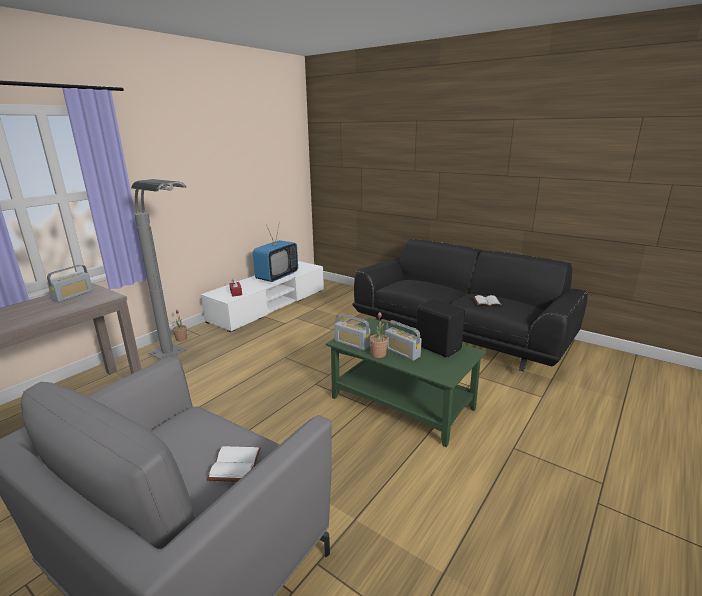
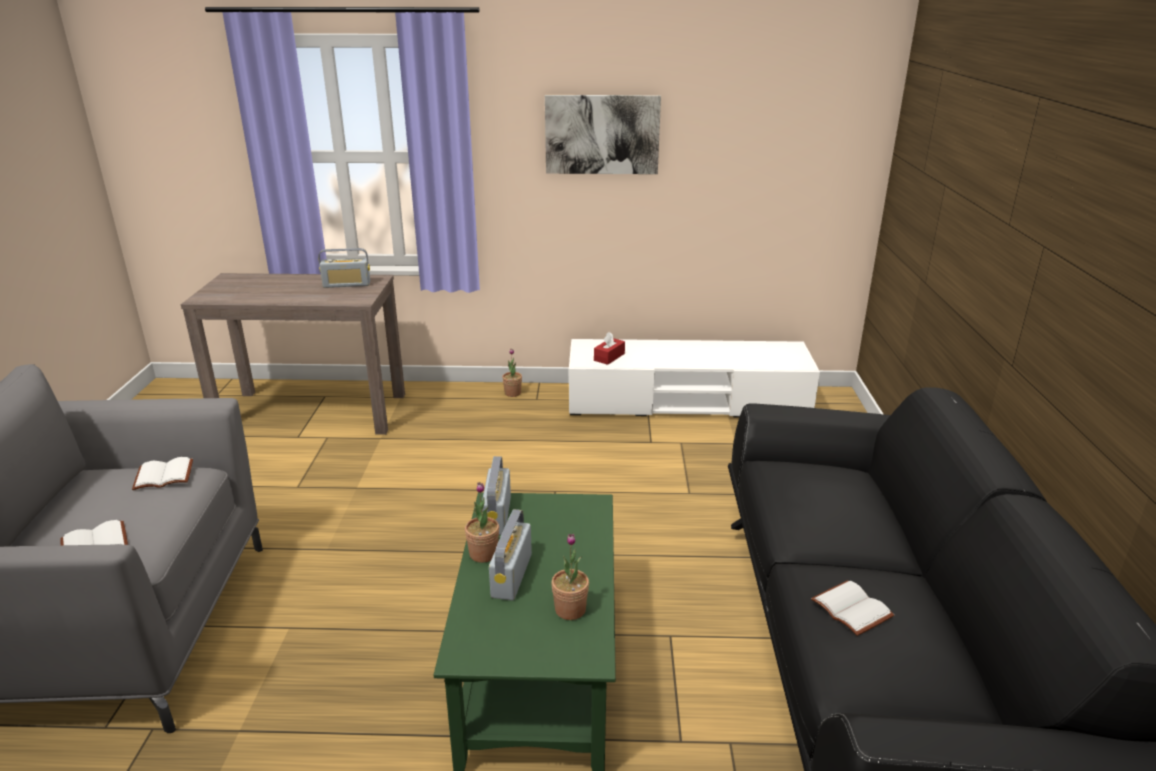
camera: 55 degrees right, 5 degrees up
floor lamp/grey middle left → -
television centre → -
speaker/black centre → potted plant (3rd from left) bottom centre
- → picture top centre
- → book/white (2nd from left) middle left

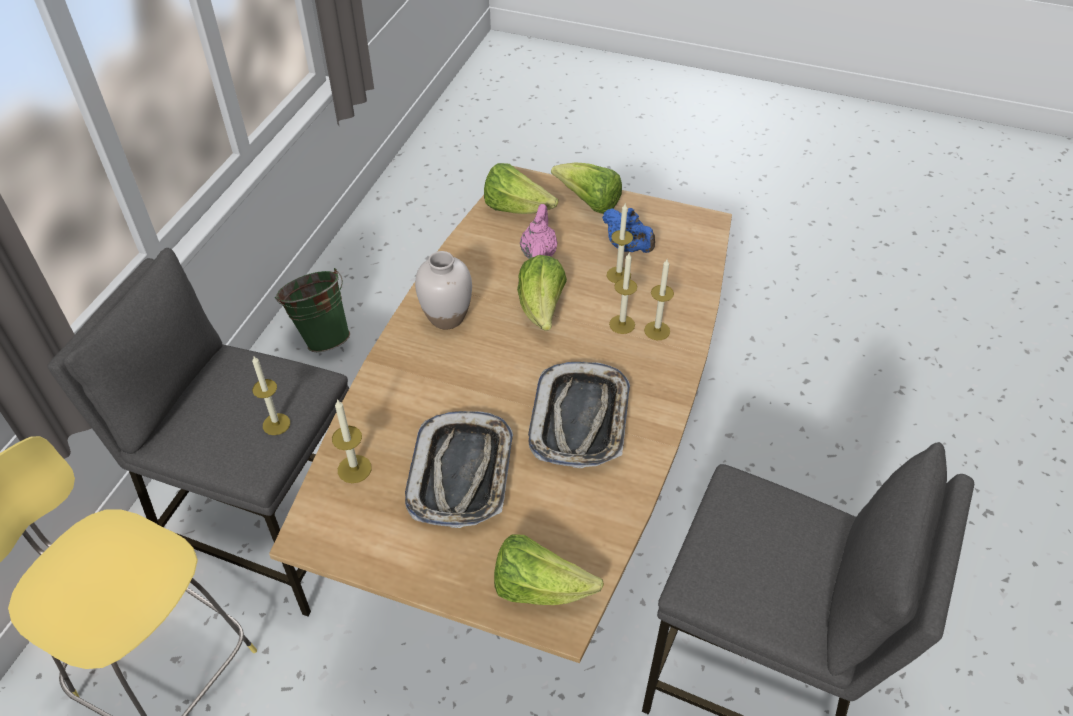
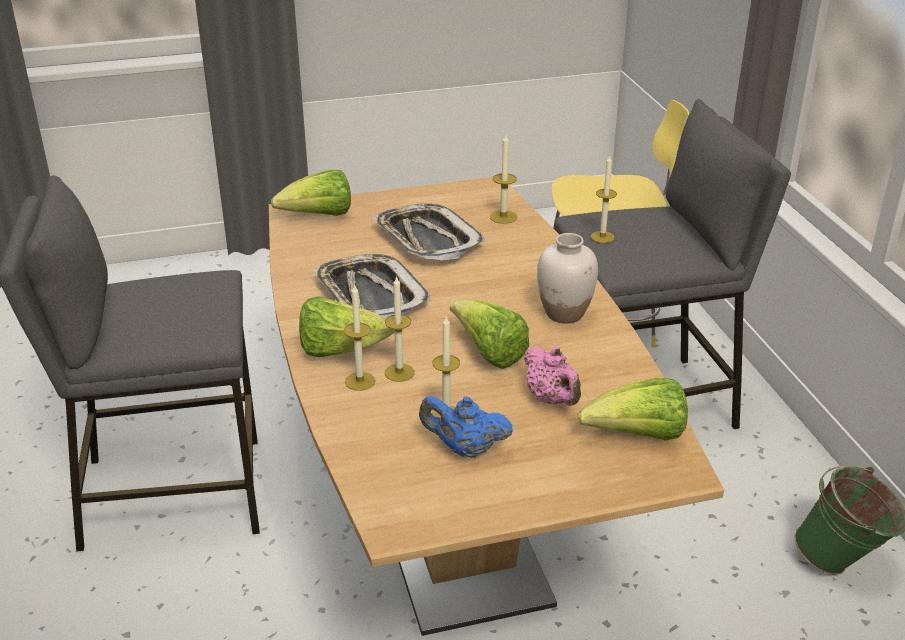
camera: 145 degrees right, 15 degrees down
lettuce (4th from left in the first image) top centre → lettuce (2nd from left) centre, moved

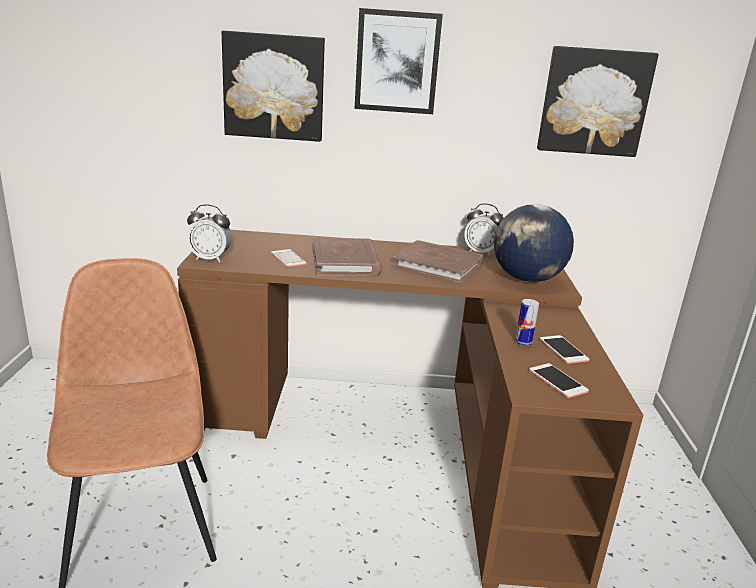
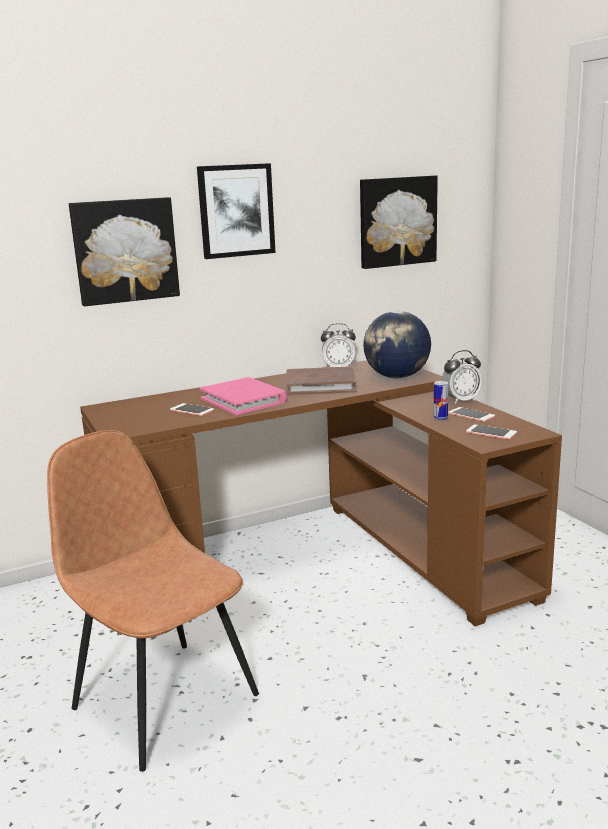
camera: 25 degrees left, 5 degrees down
alarm clock (1st from left in the first image) middle left → alarm clock (2nd from left) middle right, moved
book/brown (1st from left) centre → book/pink centre

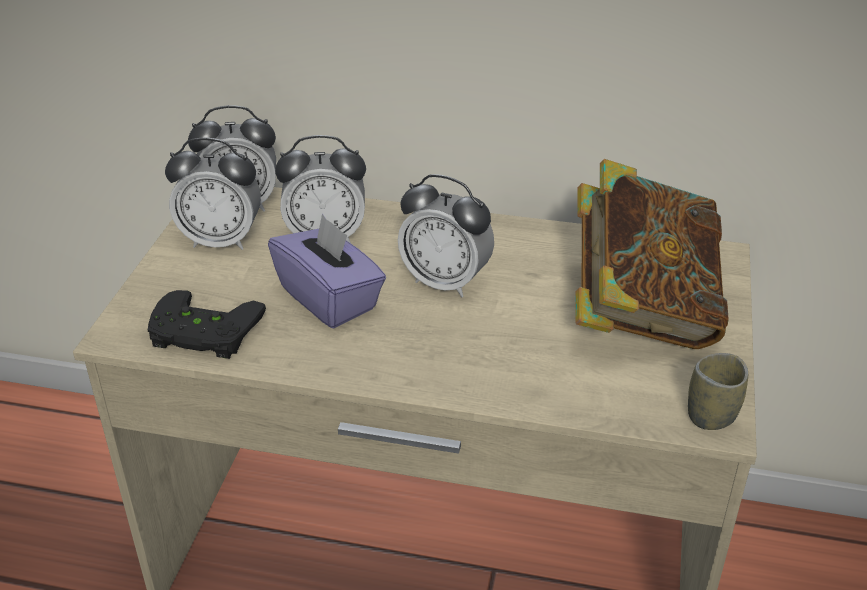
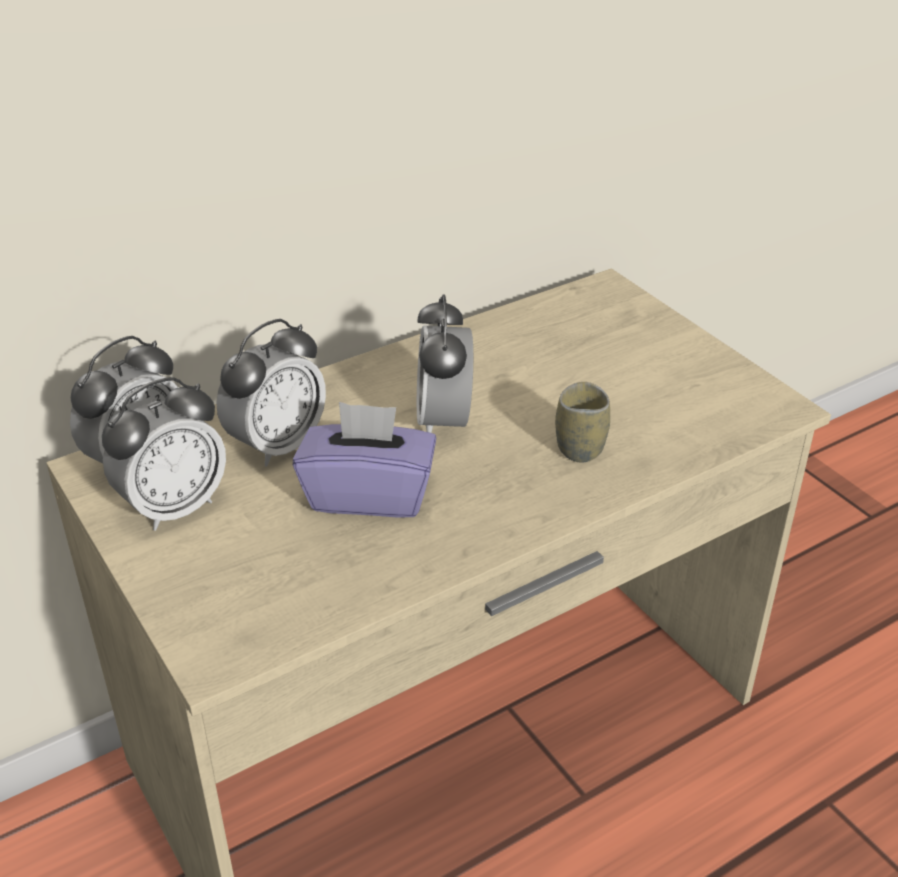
camera: 45 degrees left, 0 degrees up
book middle right → -
alarm clock (4th from left) centre, 105 degrees clockwise
game controller/black middle left → -
cup middle right → cup centre, moved

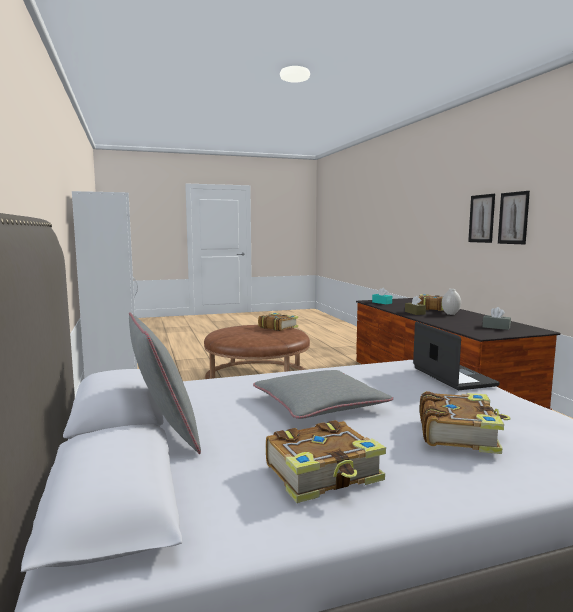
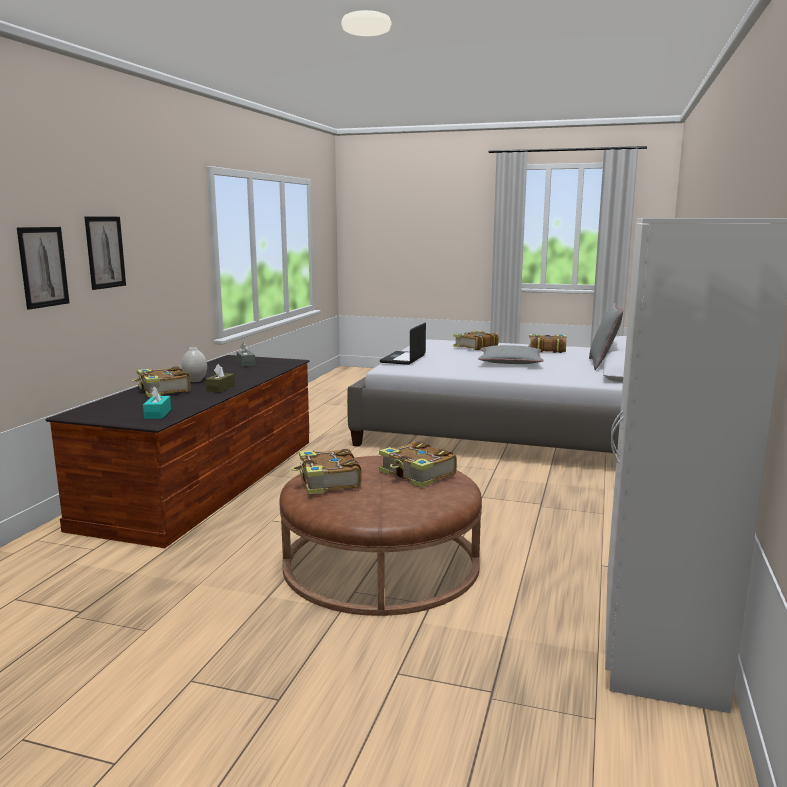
camera: 145 degrees left, 5 degrees up
picture (2nd from left in the first image) middle right → picture (1st from left) middle left, moved
- → book (3rd from left) centre

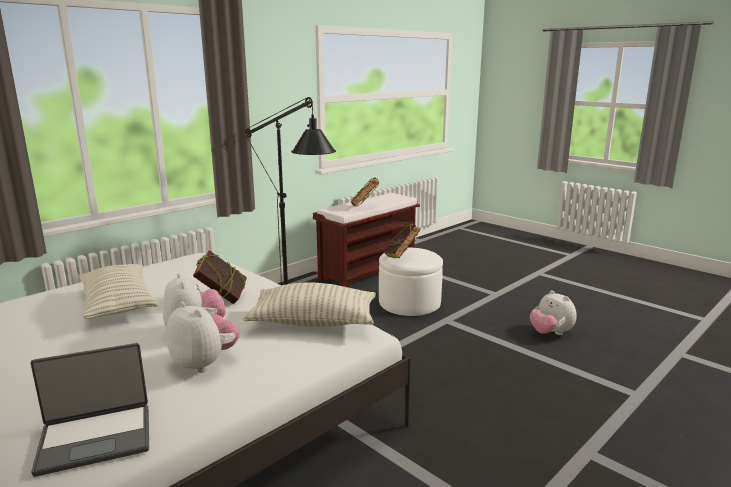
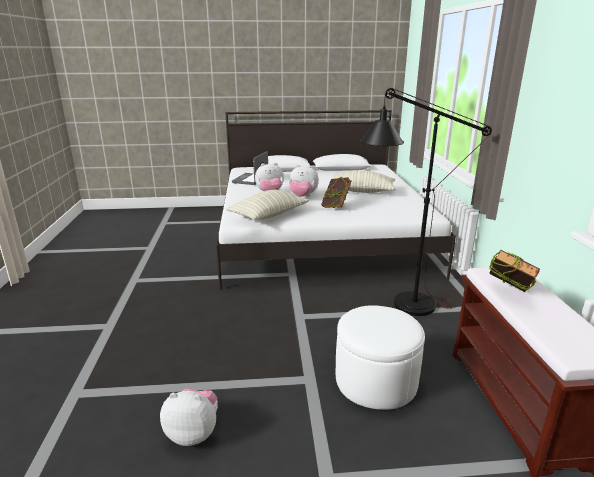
camera: 130 degrees right, 5 degrees up
book (3rd from left) centre → -

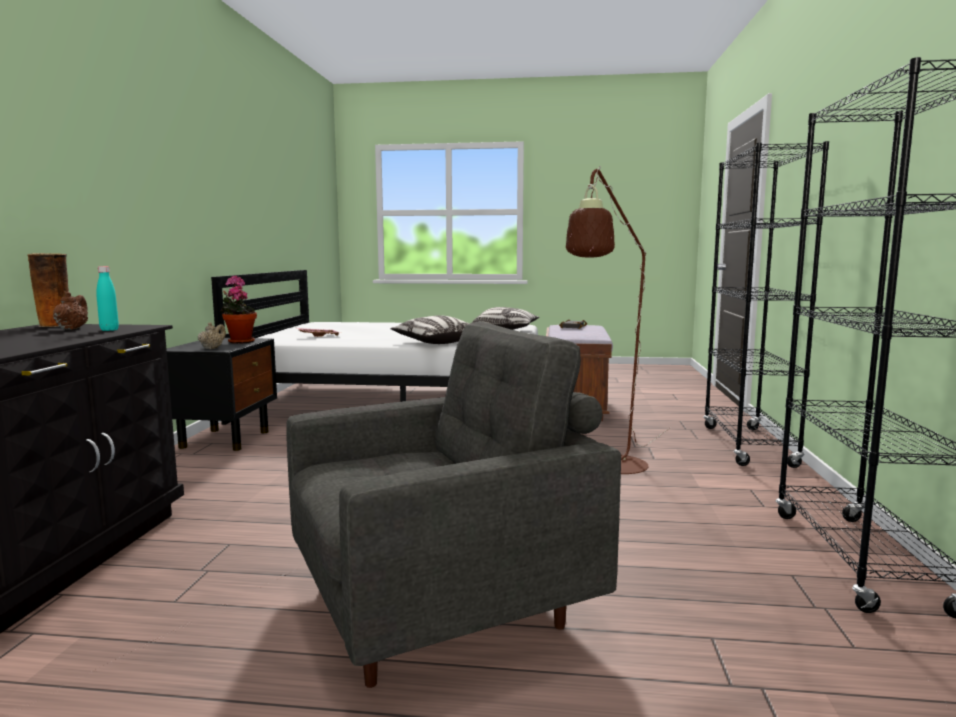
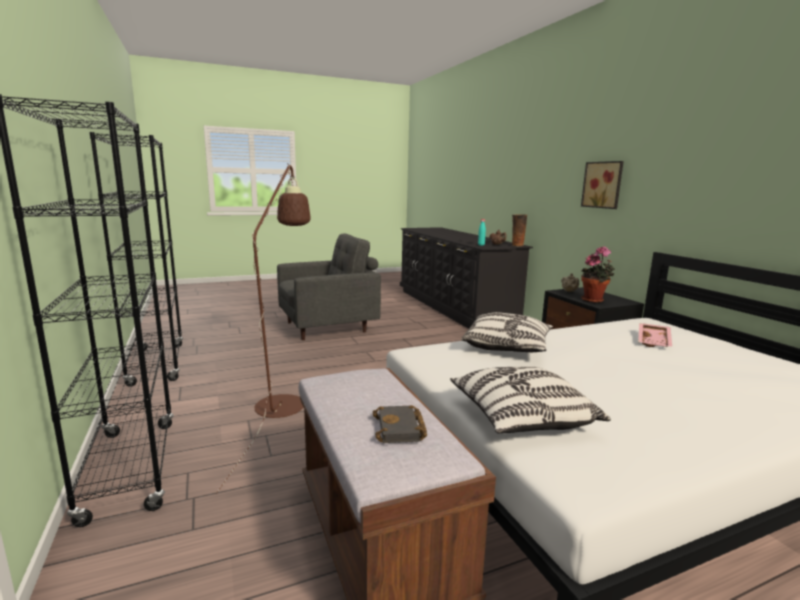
camera: 150 degrees right, 5 degrees up
armchair/grey bottom centre → armchair/grey centre, 150 degrees counterclockwise
- → picture top right

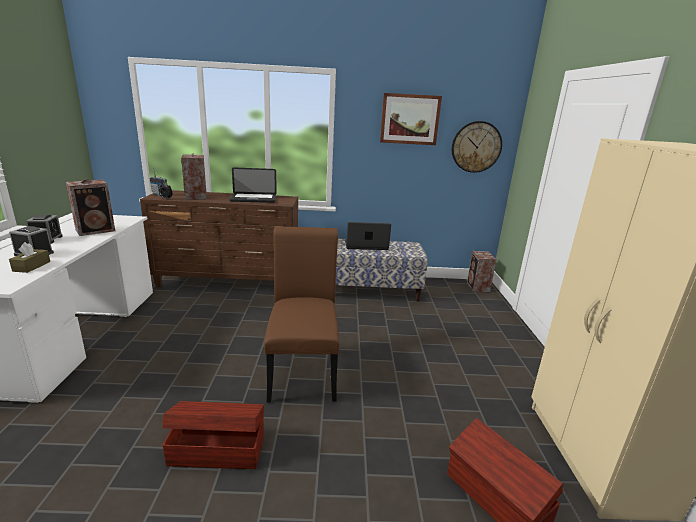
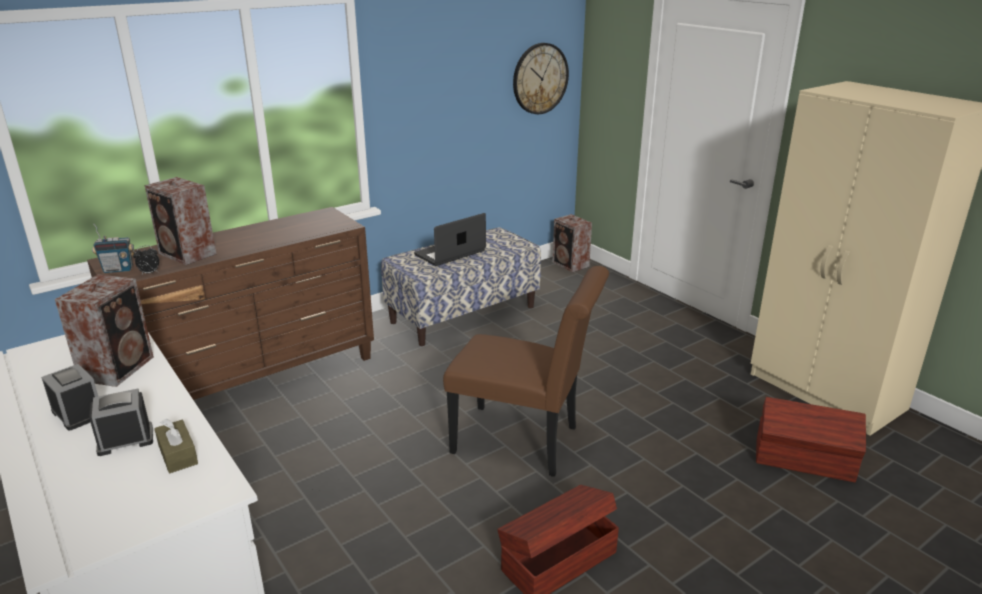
camera: 35 degrees left, 5 degrees up
picture top centre → -
laptop (1st from left) centre → -
chair/brown centre, 150 degrees clockwise

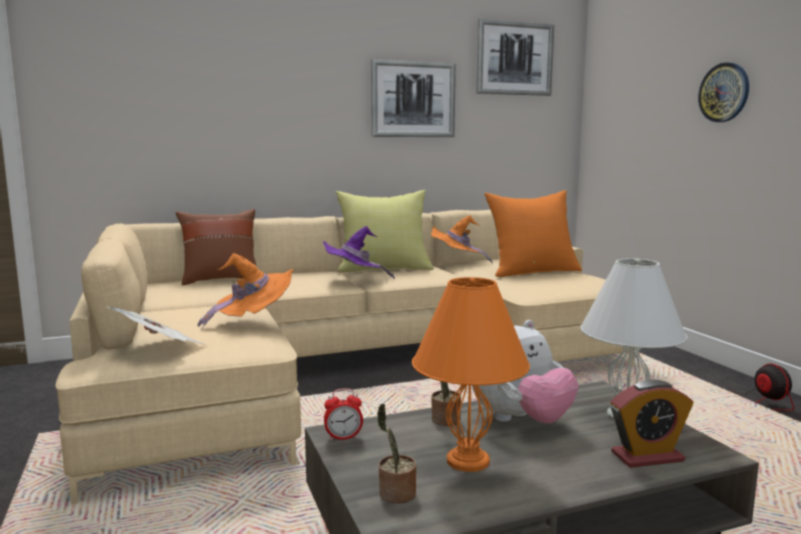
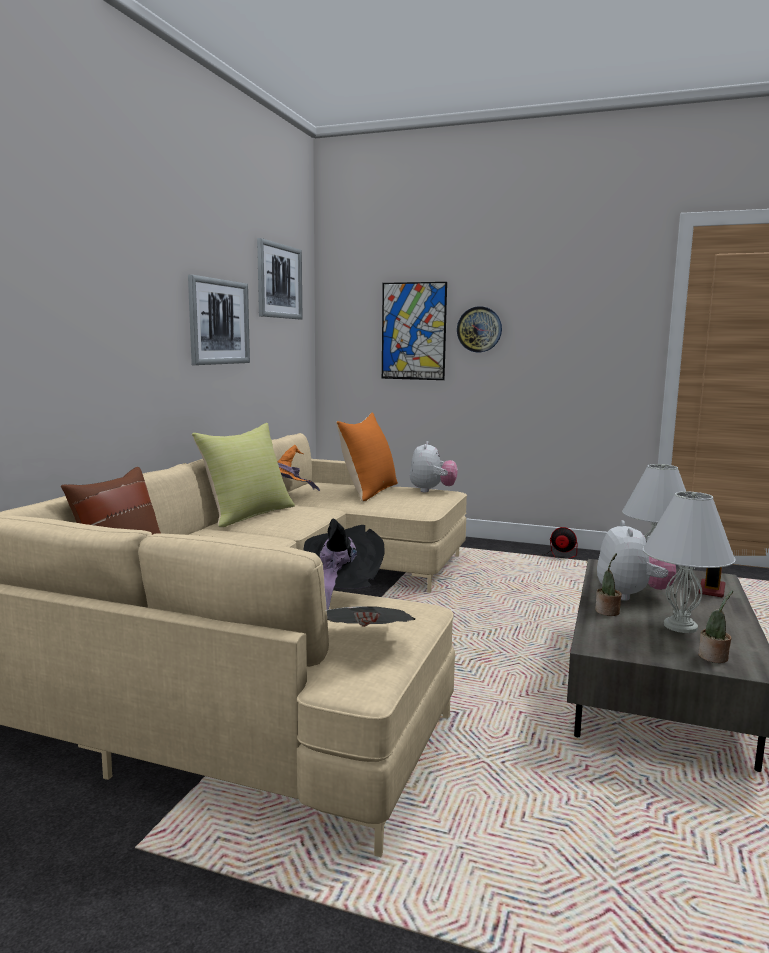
camera: 50 degrees left, 0 degrees up
hat/purple centre → -
hat/orange (1st from left) middle left → hat/black centre
table lamp/orange bottom centre → table lamp/white (2nd from left) middle right
alarm clock (1st from left) bottom centre → -
- → picture (3rd from left) centre
- → plush toy (1st from left) centre

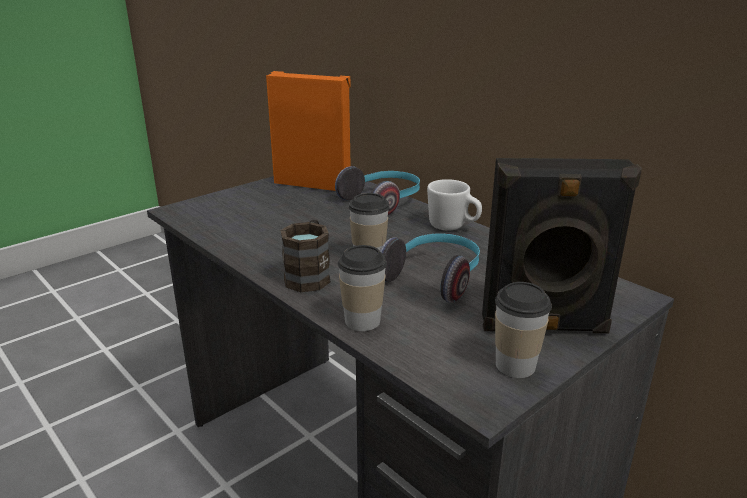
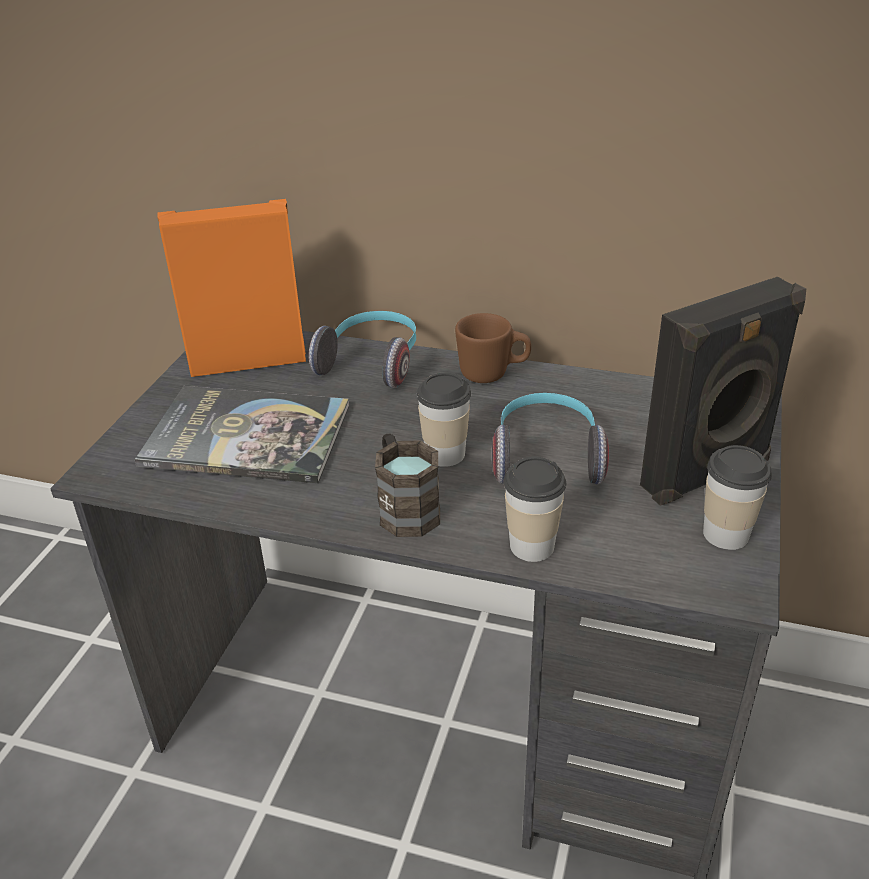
camera: 30 degrees left, 10 degrees up
mug/white centre → mug/brown (2nd from left) centre
- → book middle left

